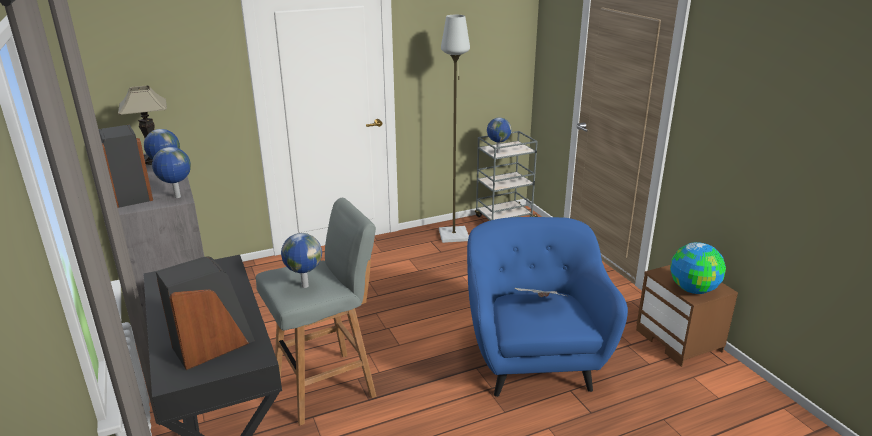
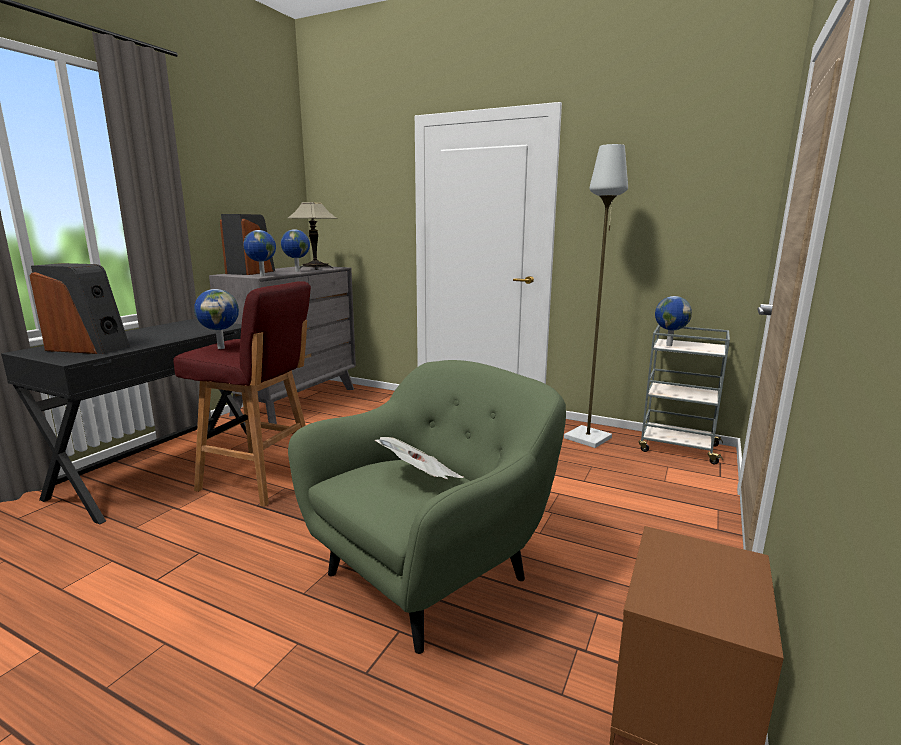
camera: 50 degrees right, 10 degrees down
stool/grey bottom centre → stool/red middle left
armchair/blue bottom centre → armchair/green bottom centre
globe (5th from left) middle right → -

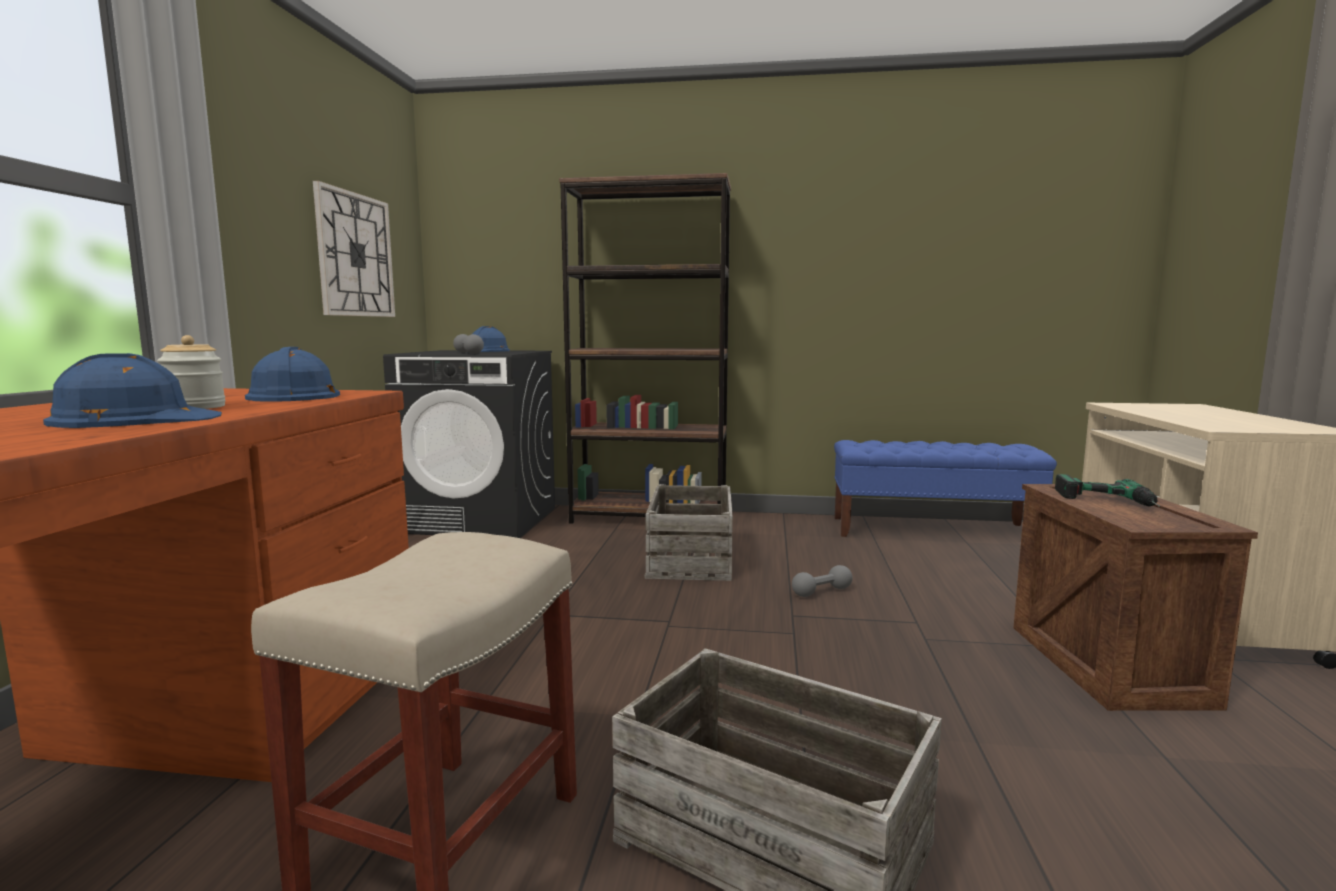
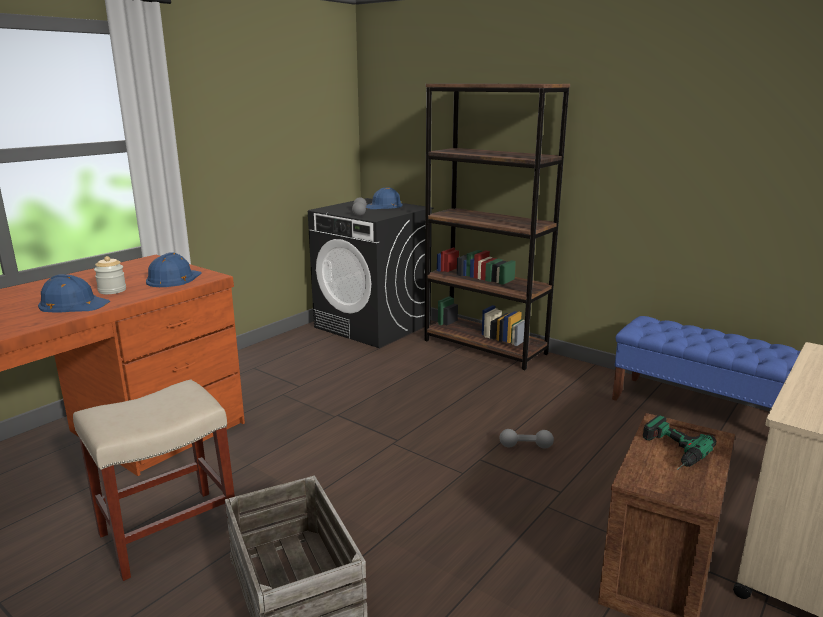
camera: 30 degrees right, 10 degrees up
wall clock top left → -
crate (1st from left) centre → -

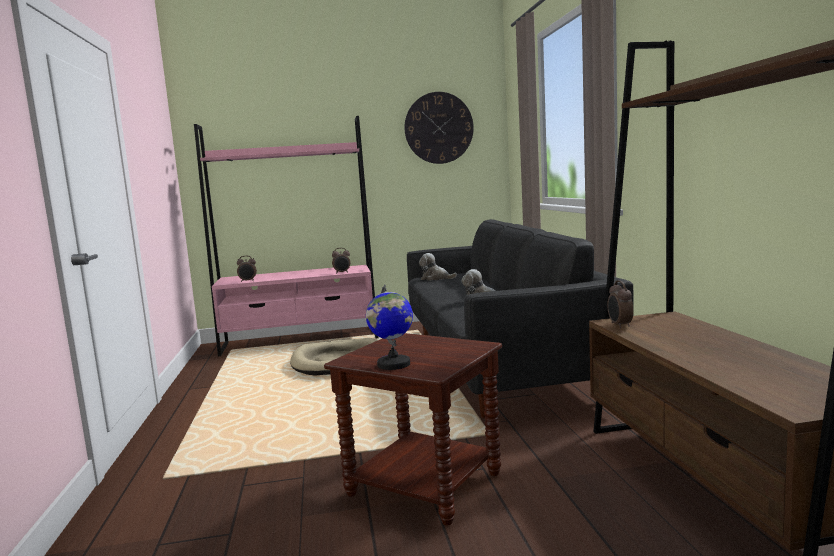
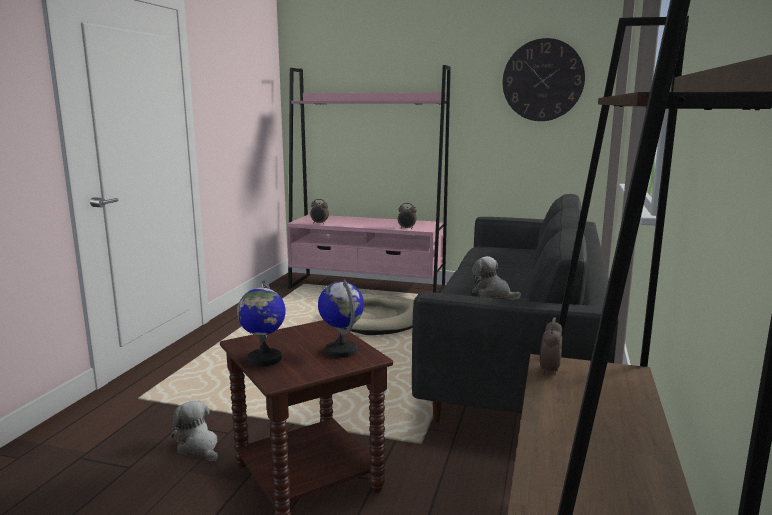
camera: 25 degrees right, 5 degrees up
plush toy (1st from left) centre → plush toy (1st from left) bottom left, moved
- → globe (2nd from left) centre

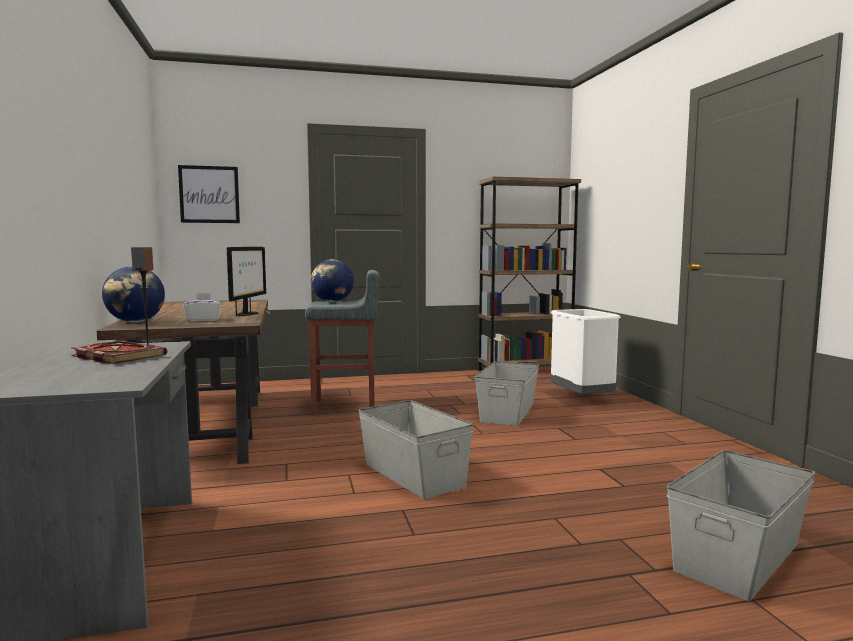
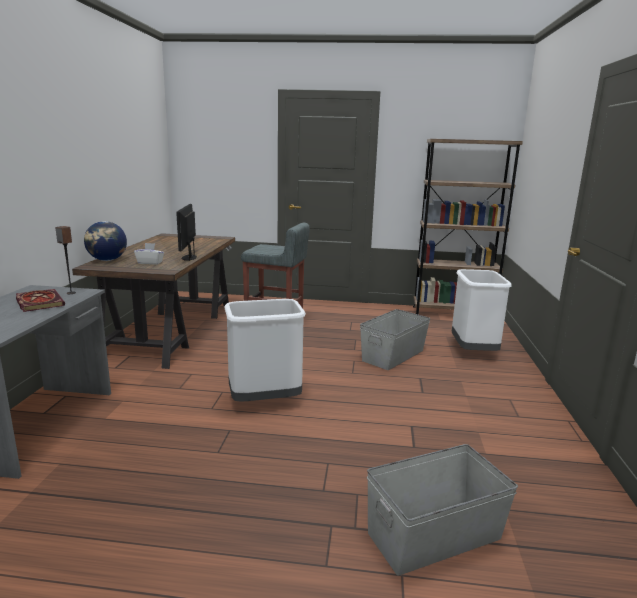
camera: 20 degrees right, 10 degrees up
picture top left → -
monitor middle left, 150 degrees clockwise
globe (2nd from left) centre → -
storage box/grey (1st from left) bottom centre → trash can/white (1st from left) centre

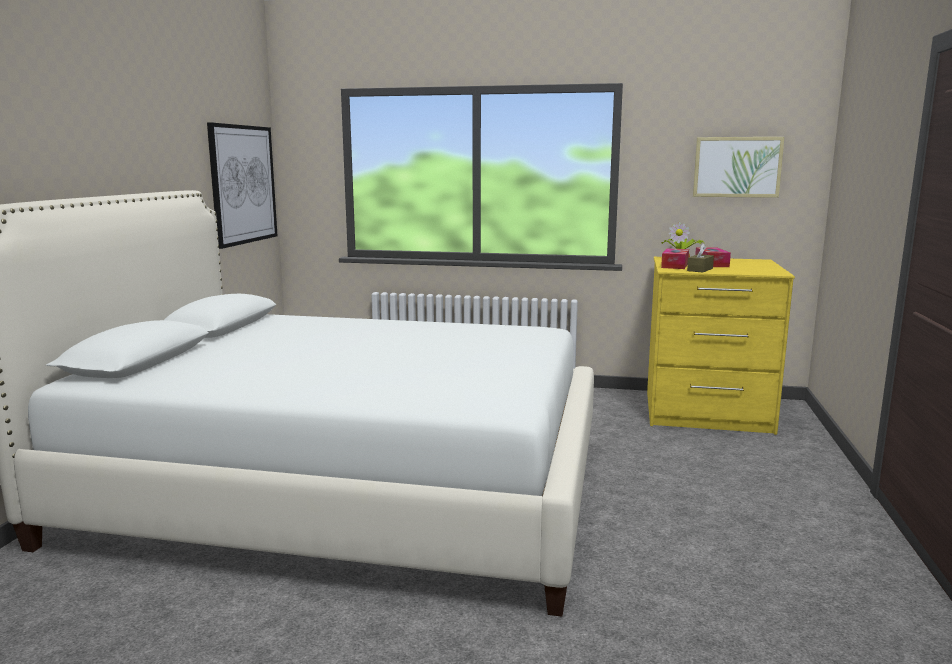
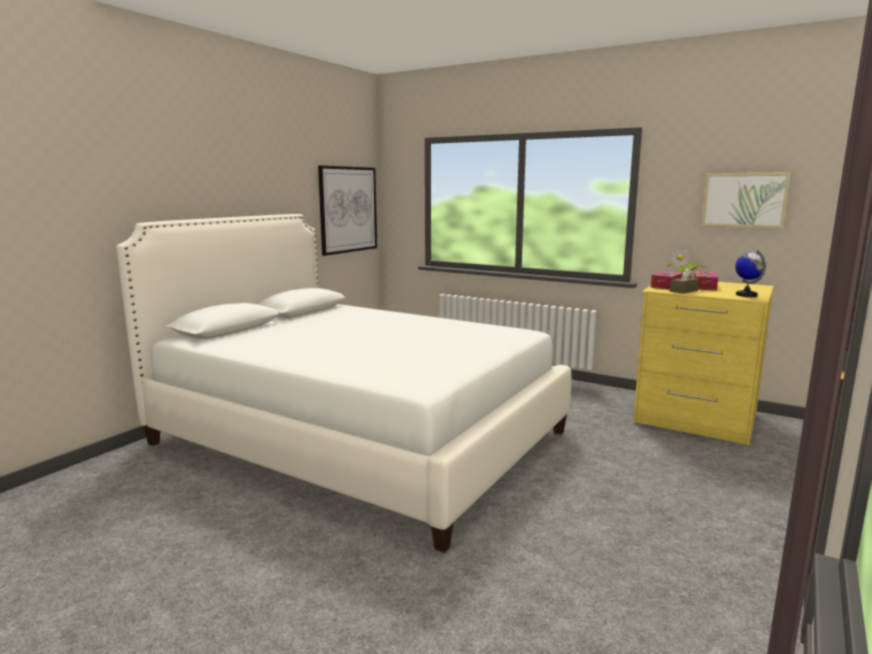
camera: 20 degrees right, 0 degrees up
- → globe middle right

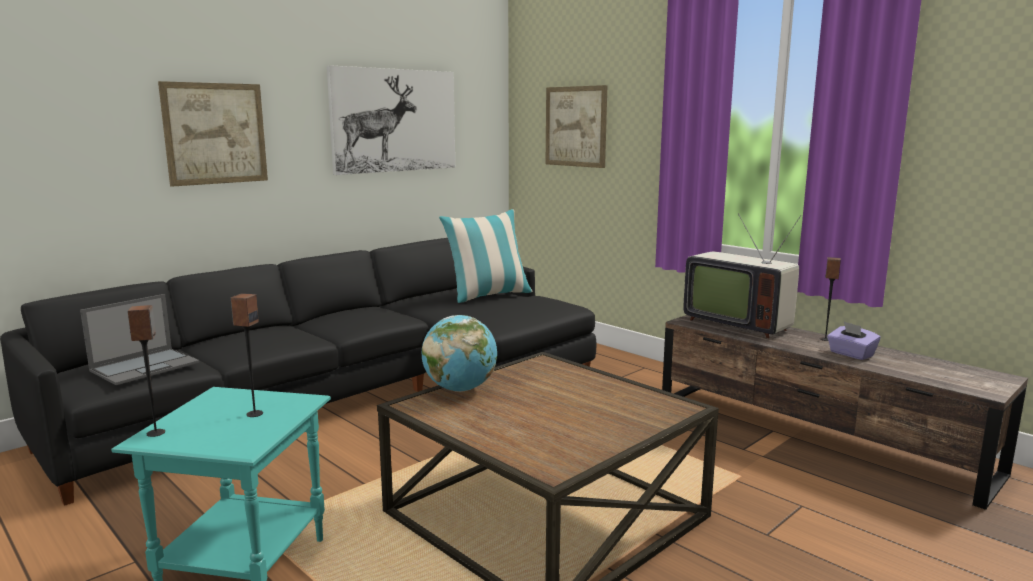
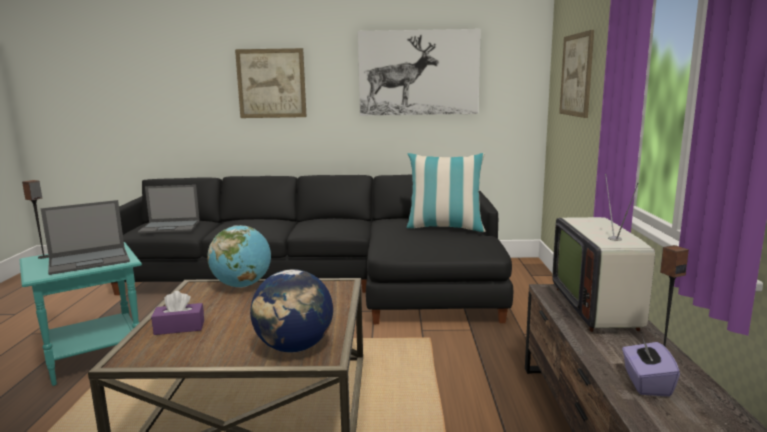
camera: 45 degrees right, 0 degrees up
speaker (2nd from left) middle left → laptop (1st from left) middle left
- → globe (2nd from left) bottom centre
- → tissue box/purple (1st from left) bottom left

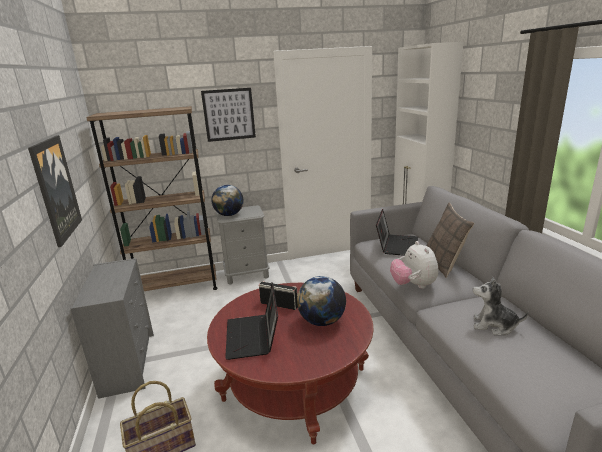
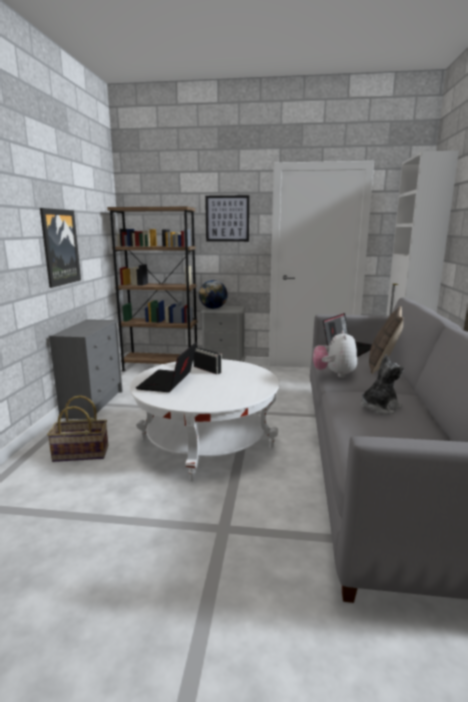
camera: 20 degrees right, 5 degrees down
globe (2nd from left) centre → -
plush toy (2nd from left) bottom right → plush toy (2nd from left) middle right, 105 degrees clockwise
coffee table/red bottom centre → coffee table/white centre

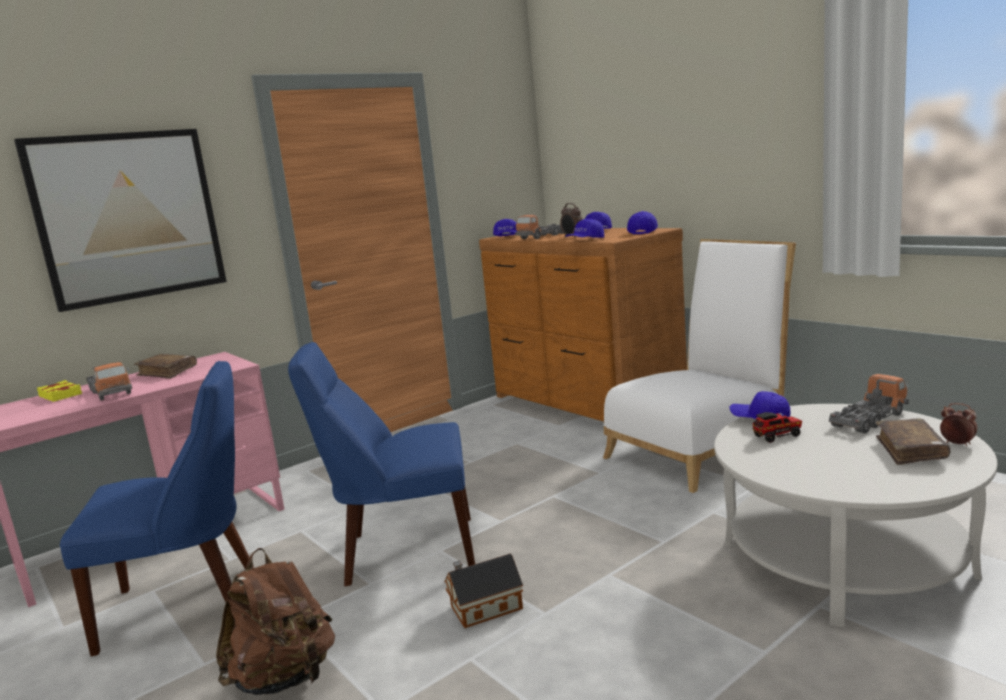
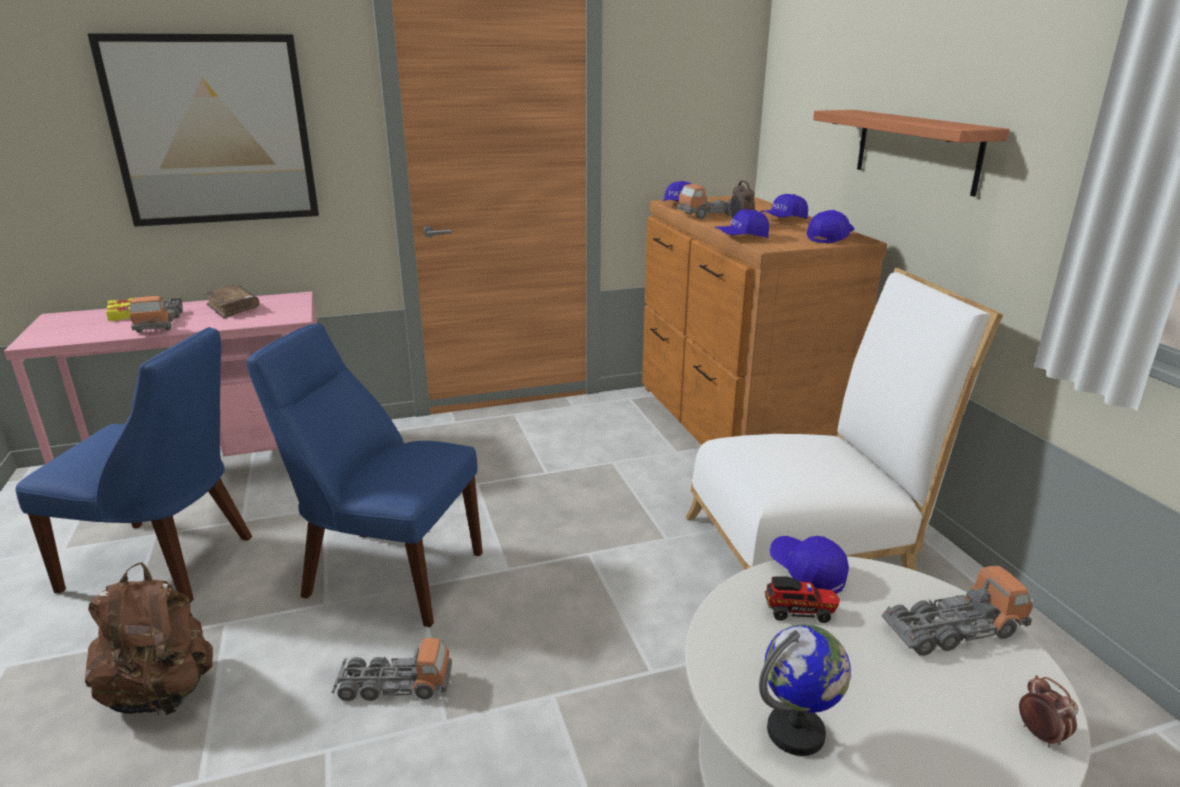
camera: 20 degrees right, 10 degrees up
book/brown (2nd from left) middle right → -
toy house bottom centre → toy truck (2nd from left) bottom left
- → shelf top right
- → globe bottom right

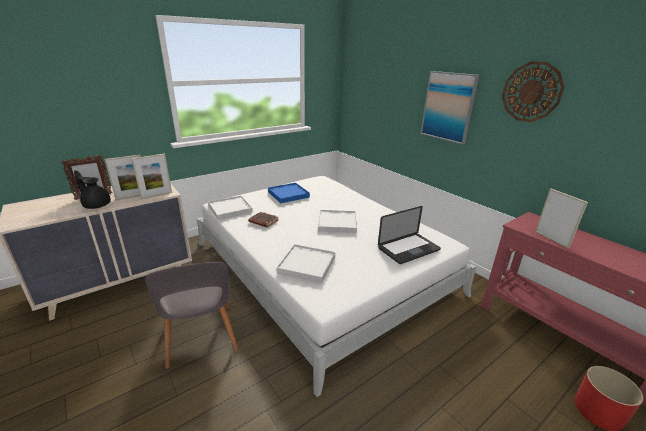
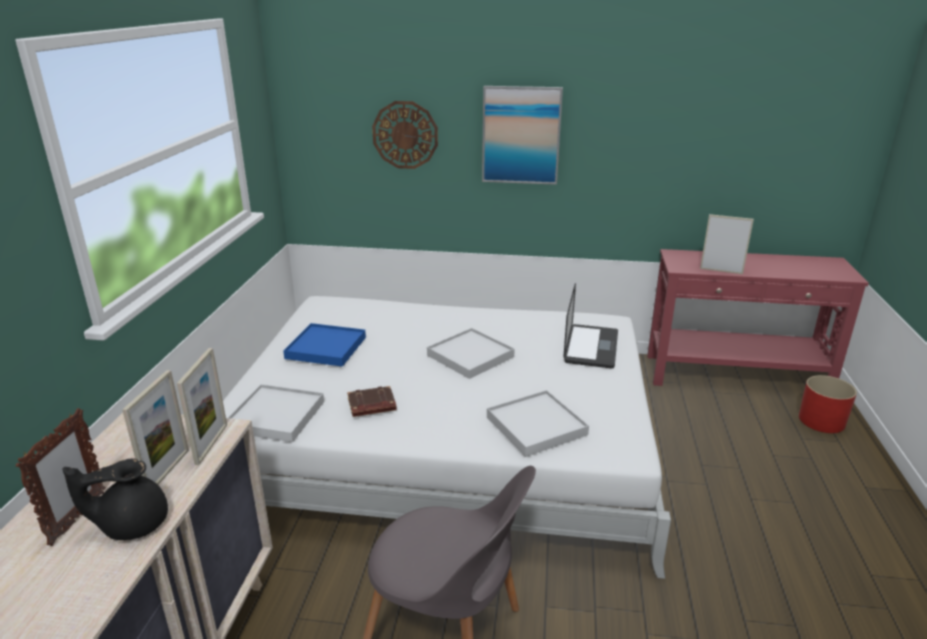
camera: 45 degrees left, 0 degrees up
wall clock top right → wall clock top centre, moved

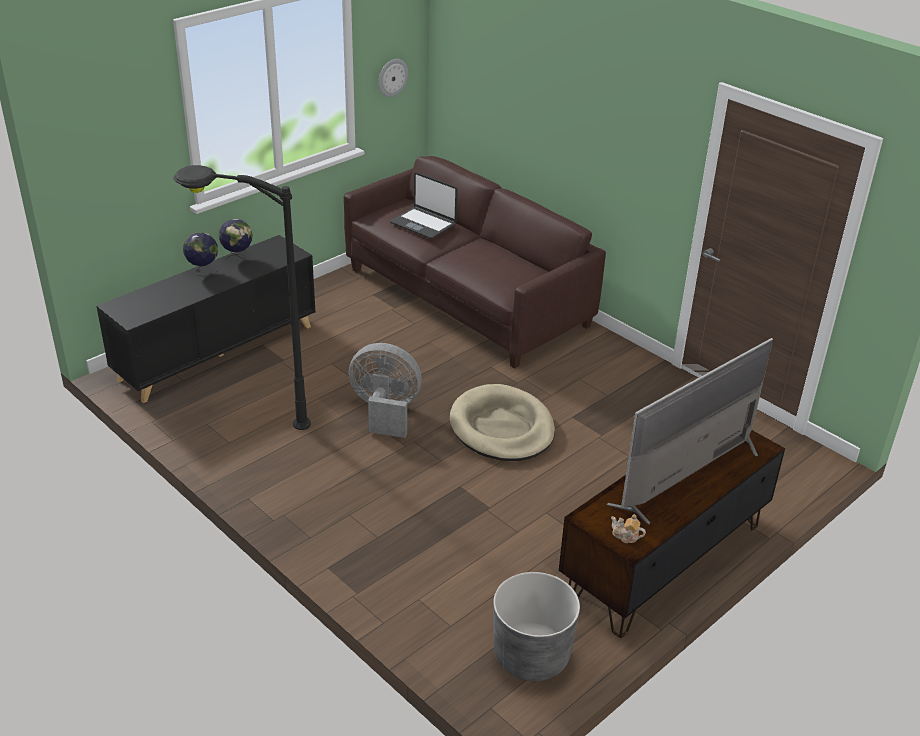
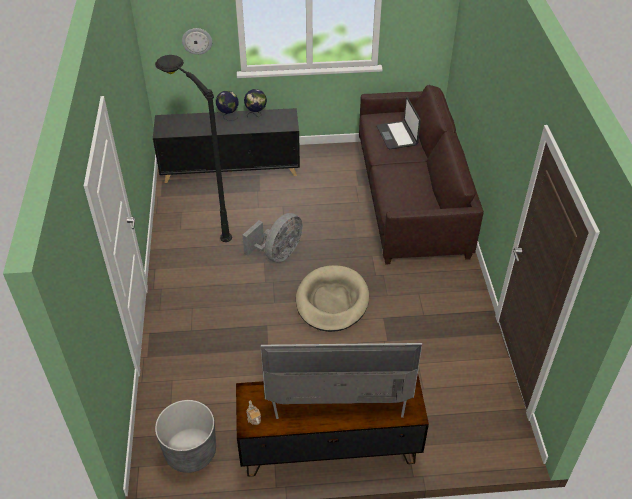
camera: 40 degrees right, 10 degrees up
wall clock top centre → wall clock top left, moved
fan/grey centre, 75 degrees clockwise

